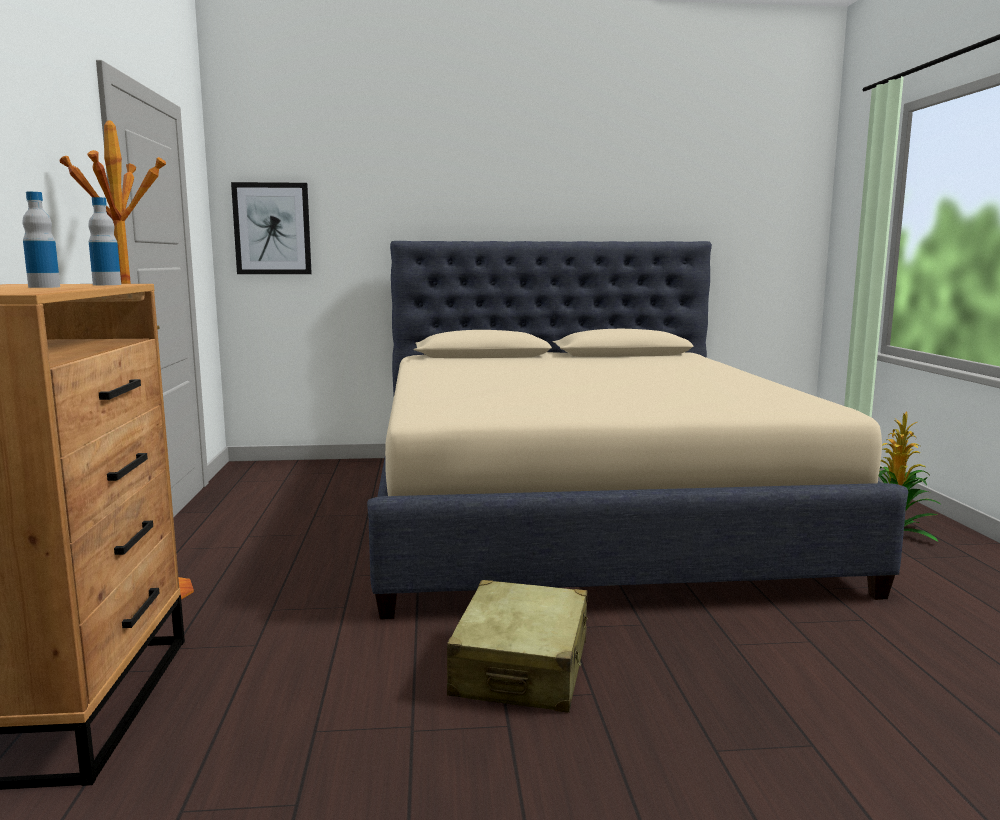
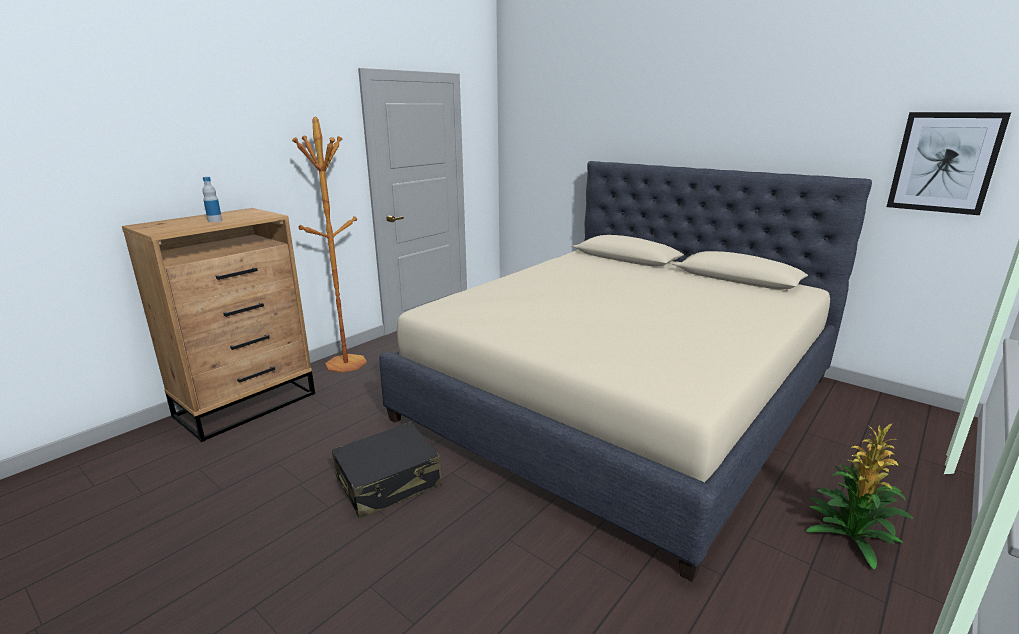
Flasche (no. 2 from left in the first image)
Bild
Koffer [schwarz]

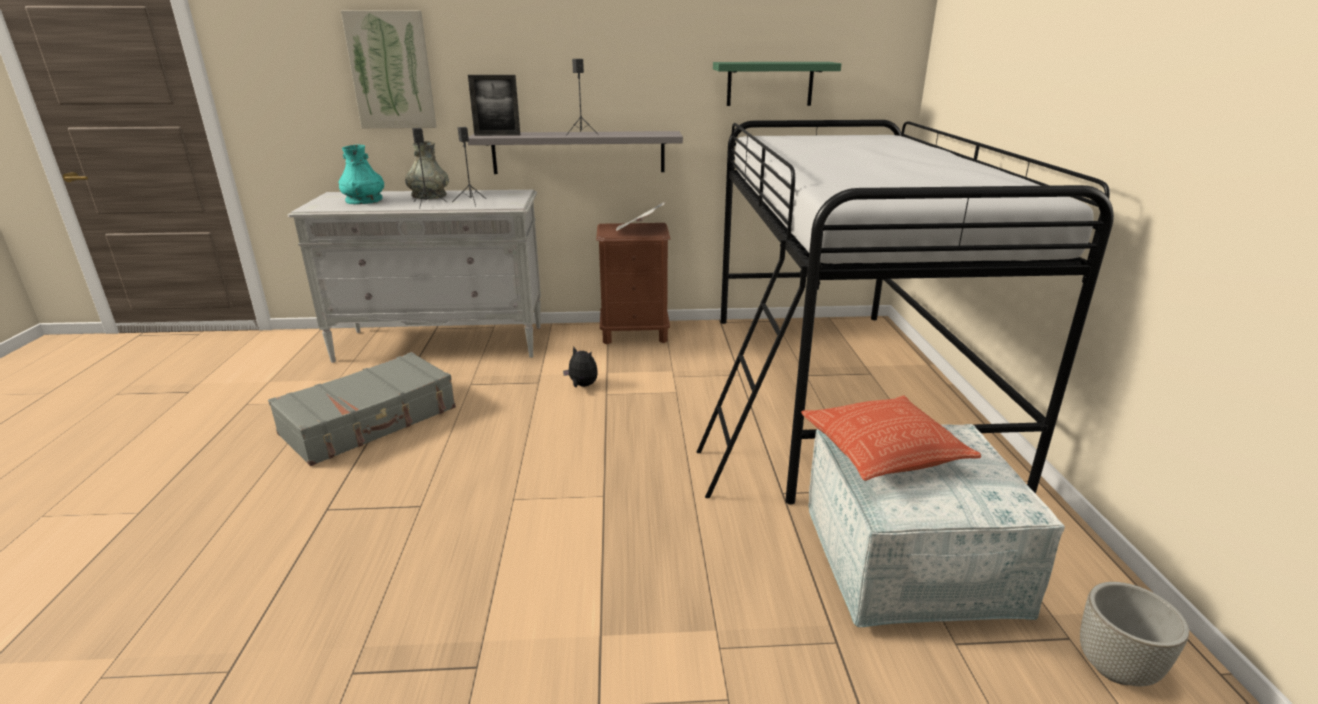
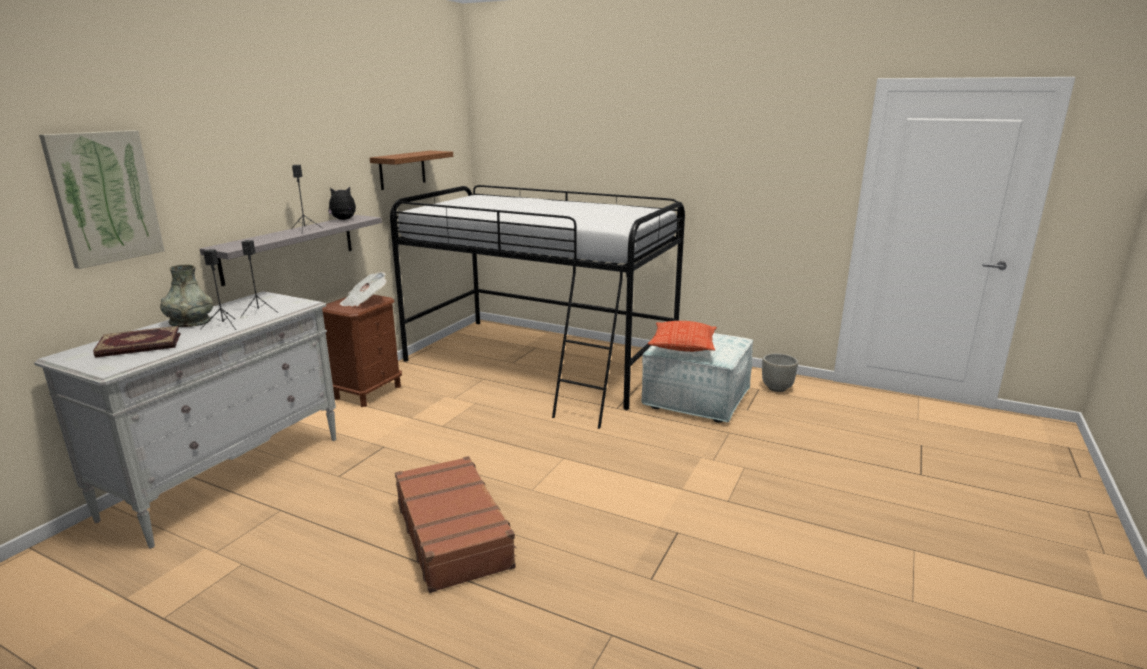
Koffer [grau]
Buch
Bilderrahmen
Plüschtier
Wandregal [braun]
Koffer [braun]

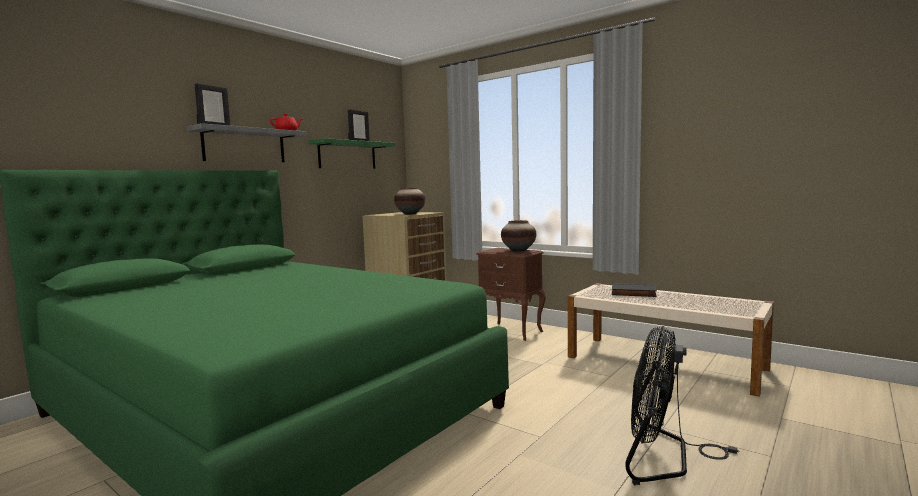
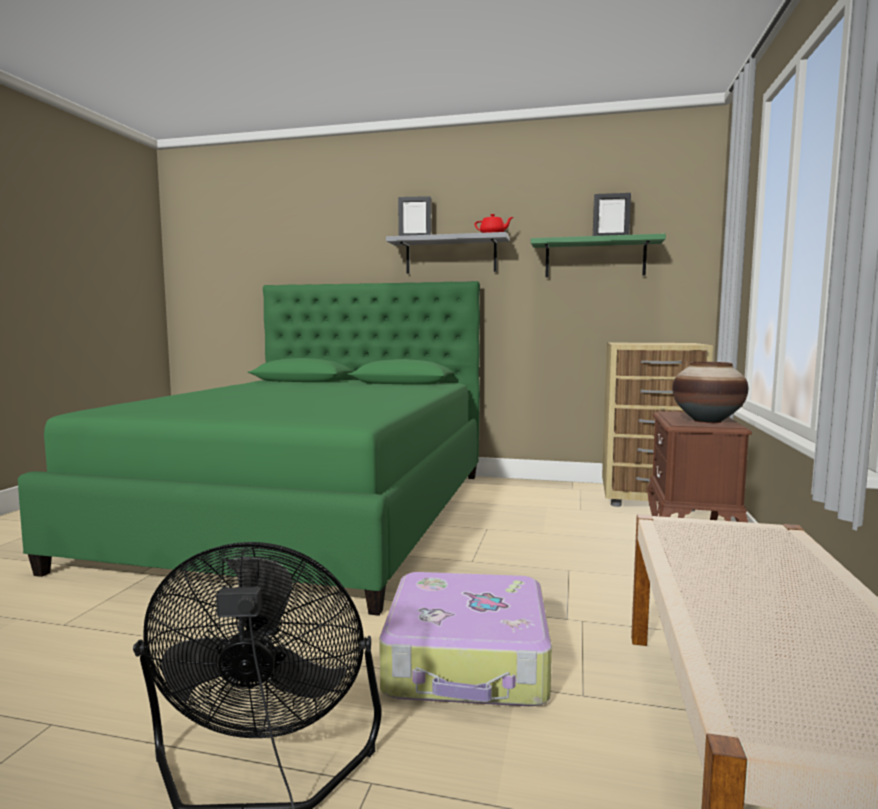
Vase (no. 1 from left in the first image)
Buch [schwarz]
Koffer

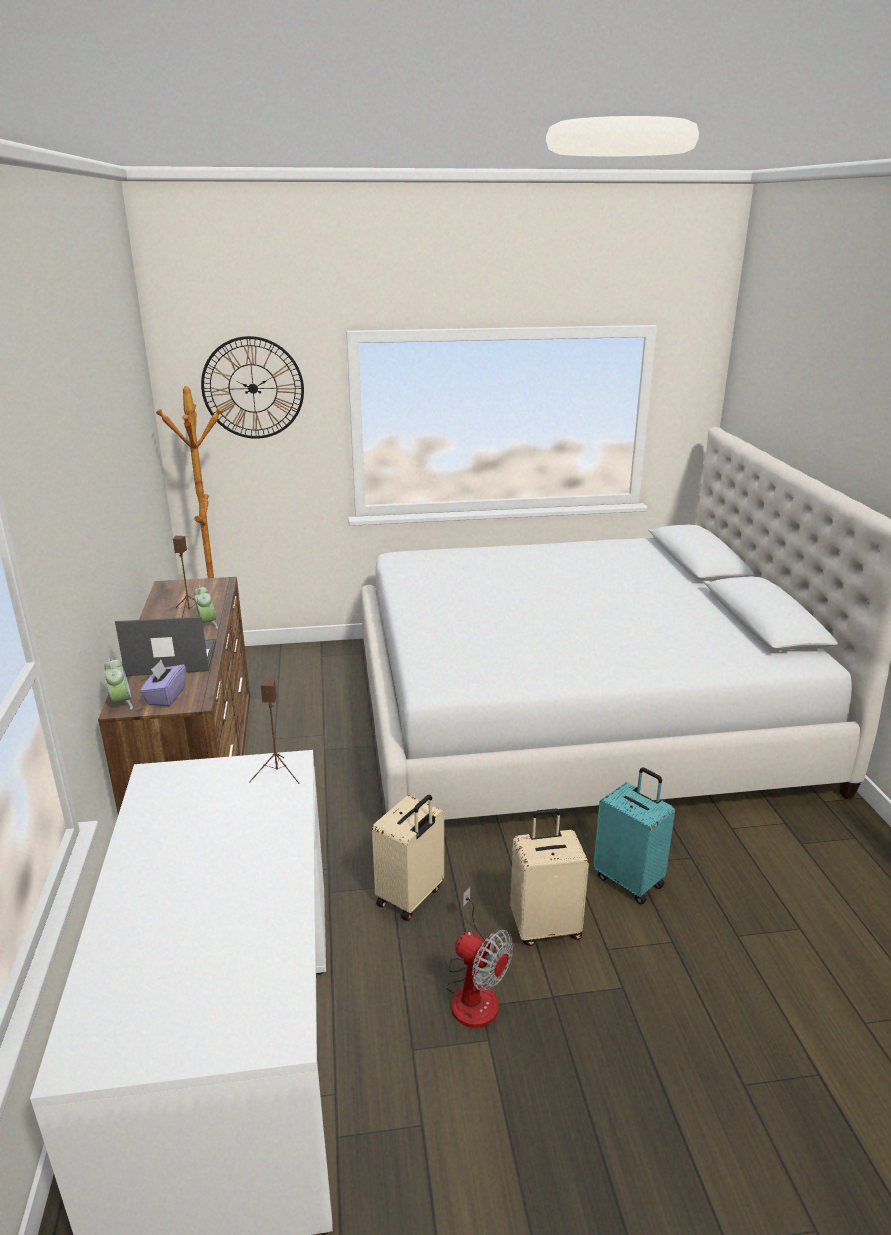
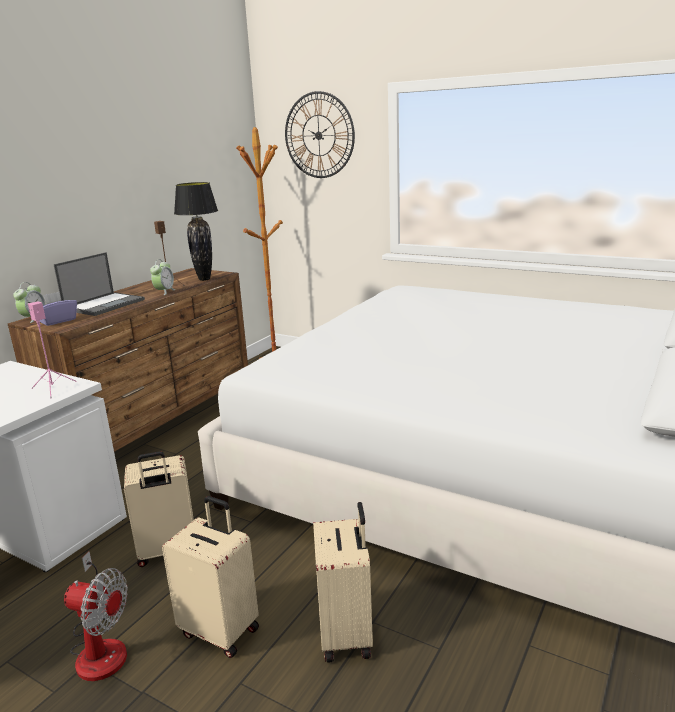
Laptop
Lautsprecher [rosa]
Ventilator
Koffer [beige] (no. 3 from left)
Tischlampe [schwarz]

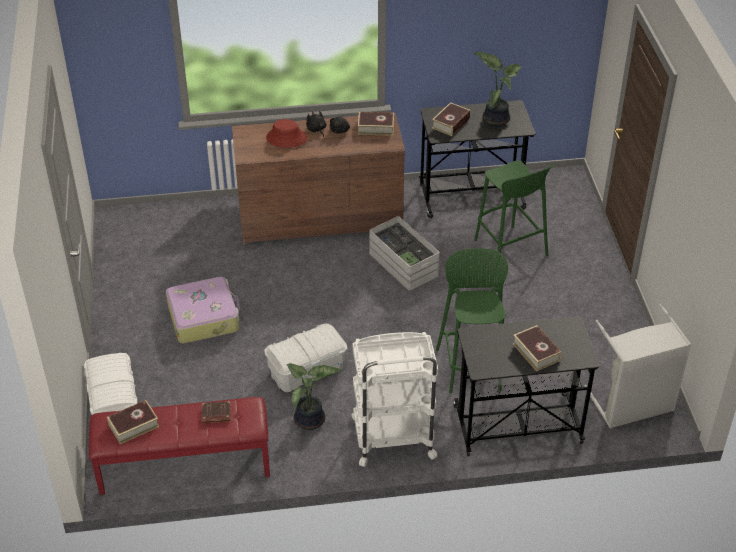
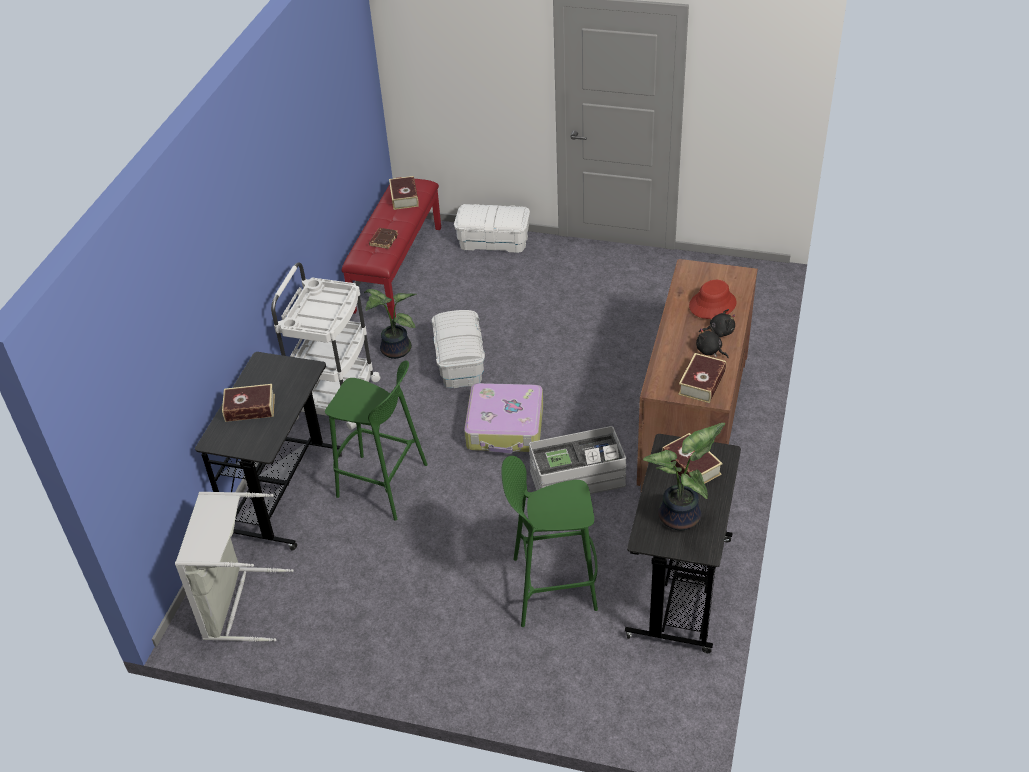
Koffer

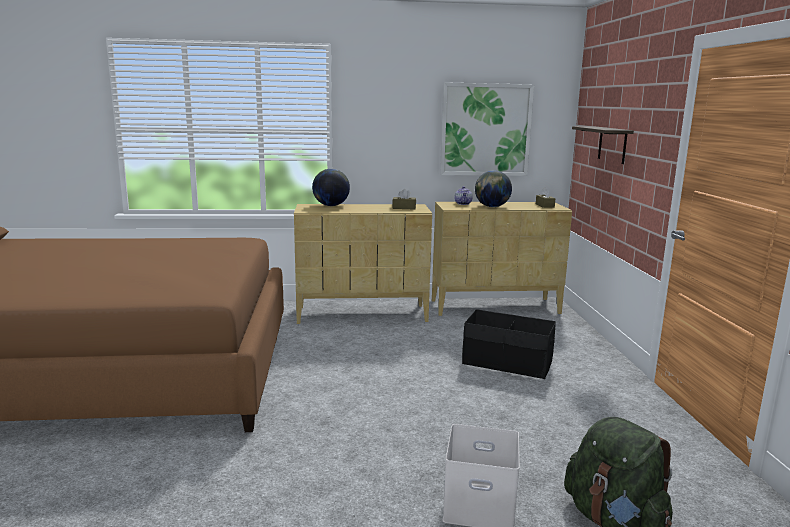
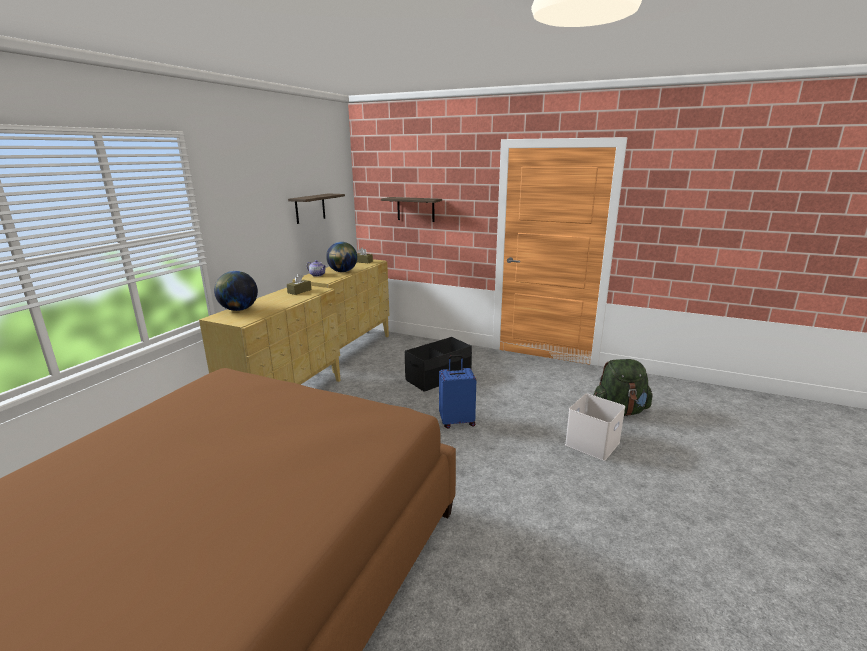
Wandregal (no. 1 from left)
Koffer [blau]

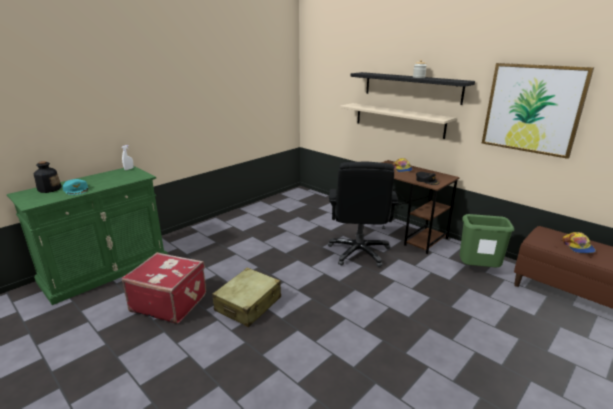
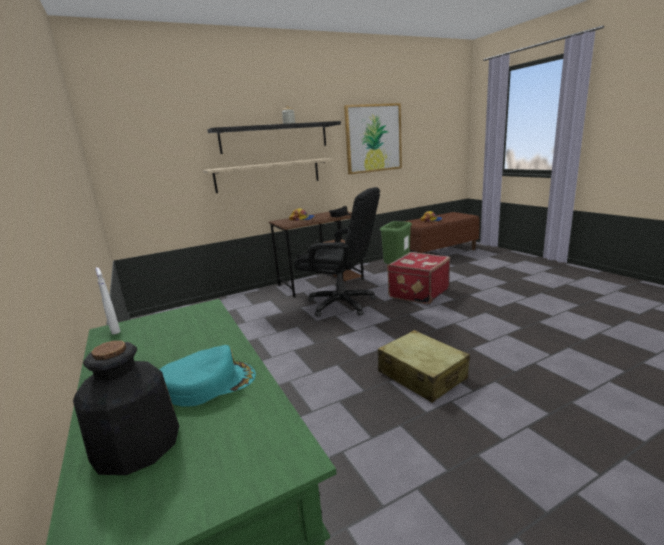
Koffer [rot]

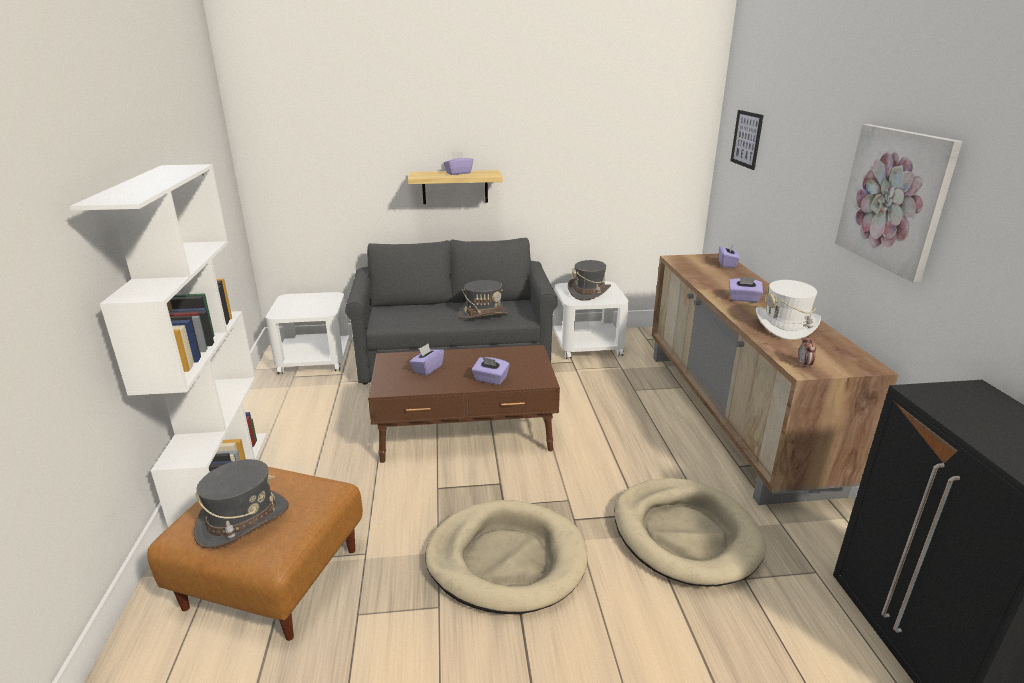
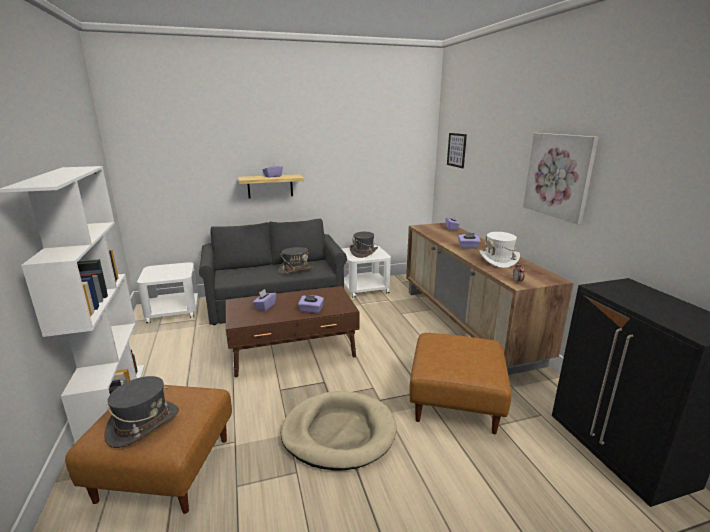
Polsterhocker [braun] (no. 2 from left)

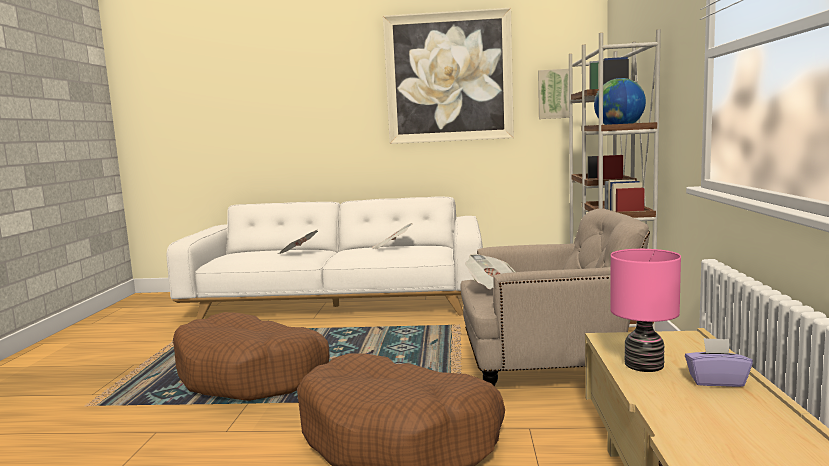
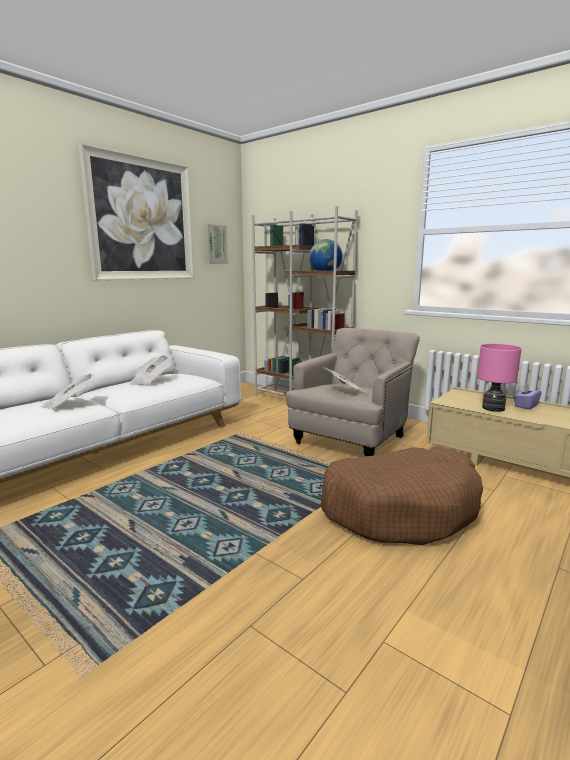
Hundebett [braun] (no. 1 from left in the first image)

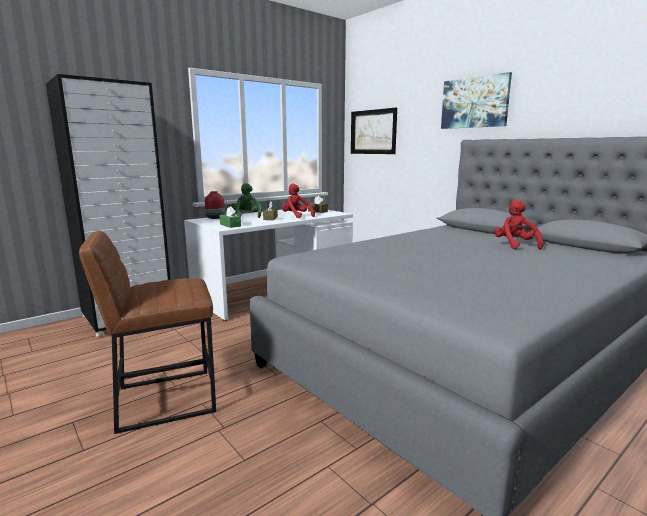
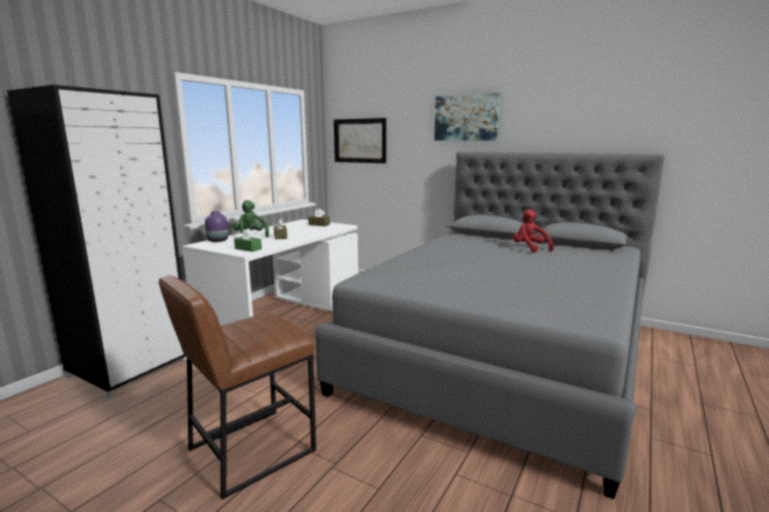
Vase [lila]
Plüschtier [rot] (no. 1 from left in the first image)

